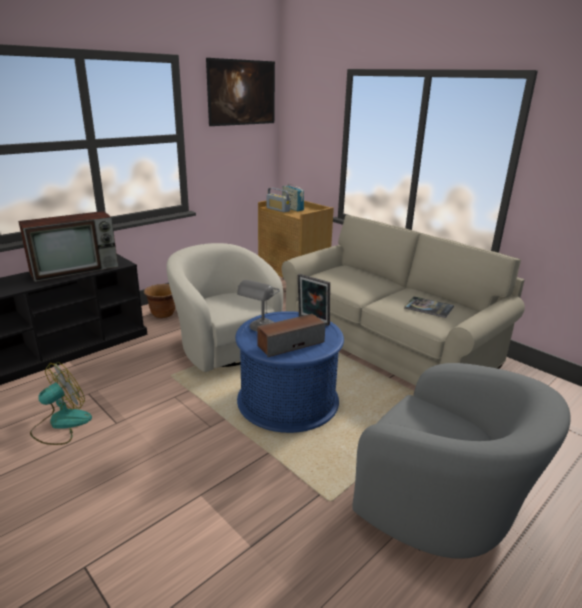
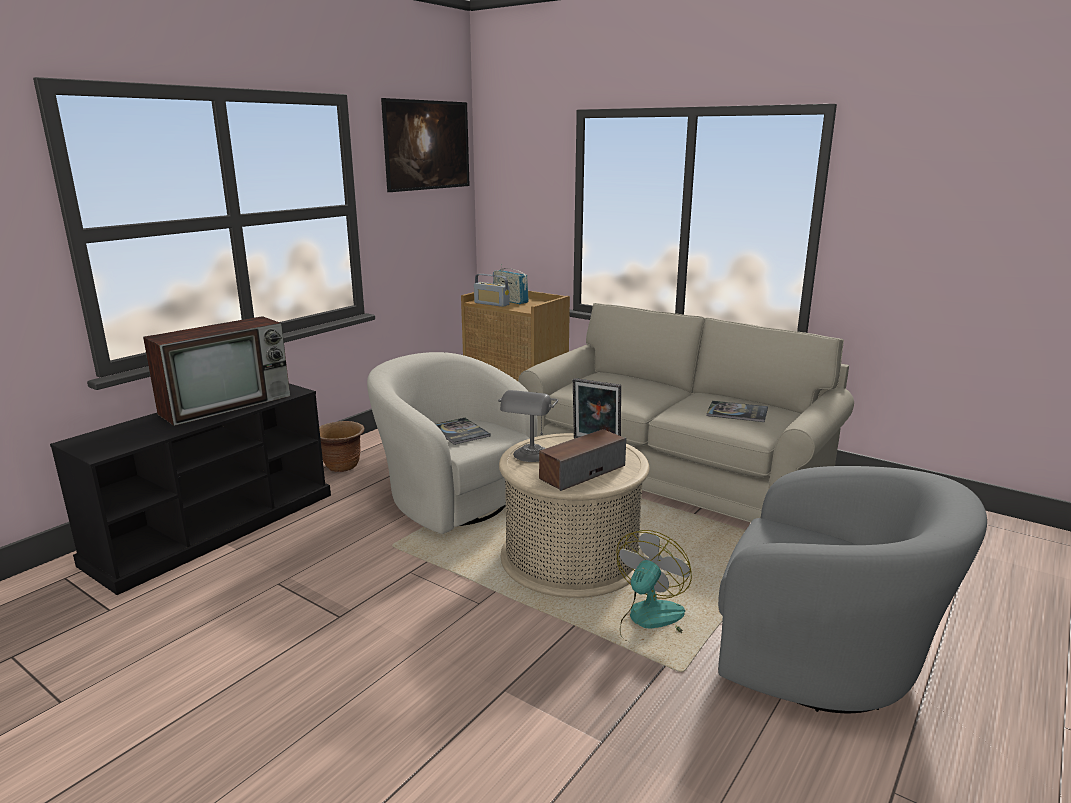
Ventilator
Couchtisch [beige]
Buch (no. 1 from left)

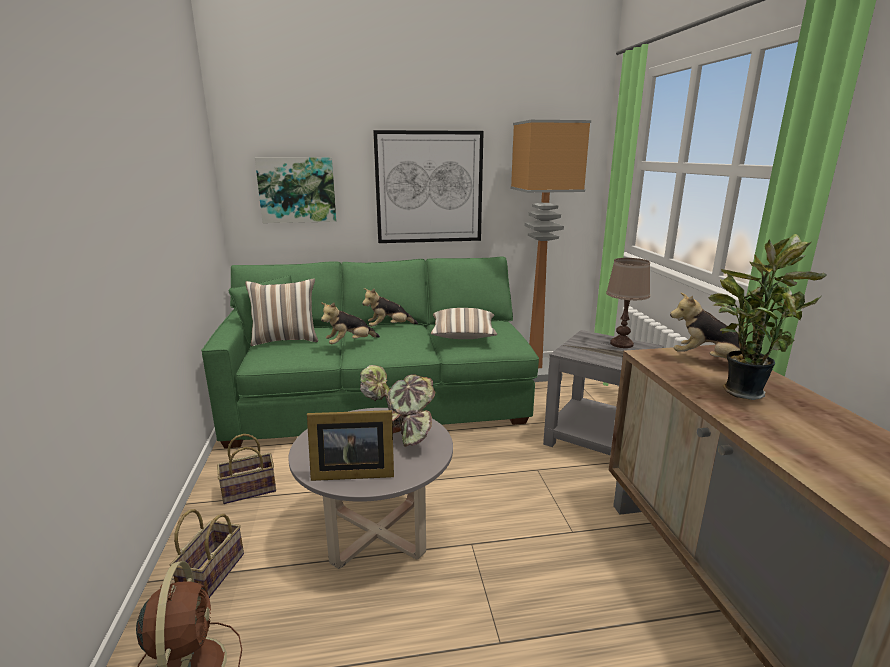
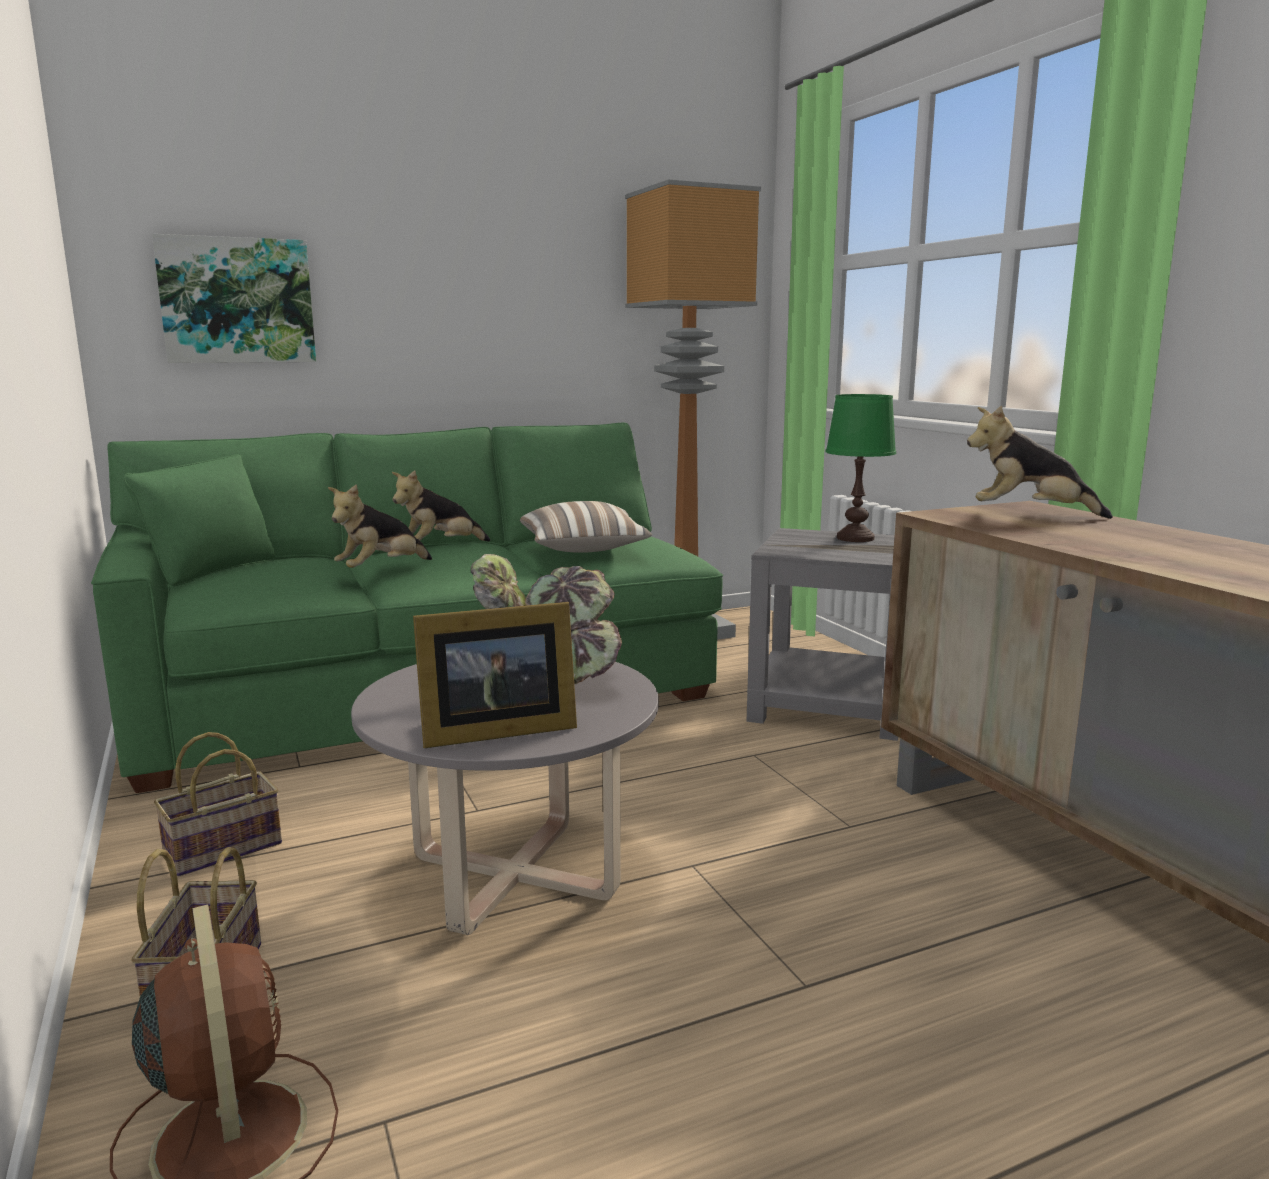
Kissen (no. 1 from left in the first image)
Bild (no. 2 from left in the first image)
Tischlampe [grün]
Topfpflanze (no. 2 from left in the first image)

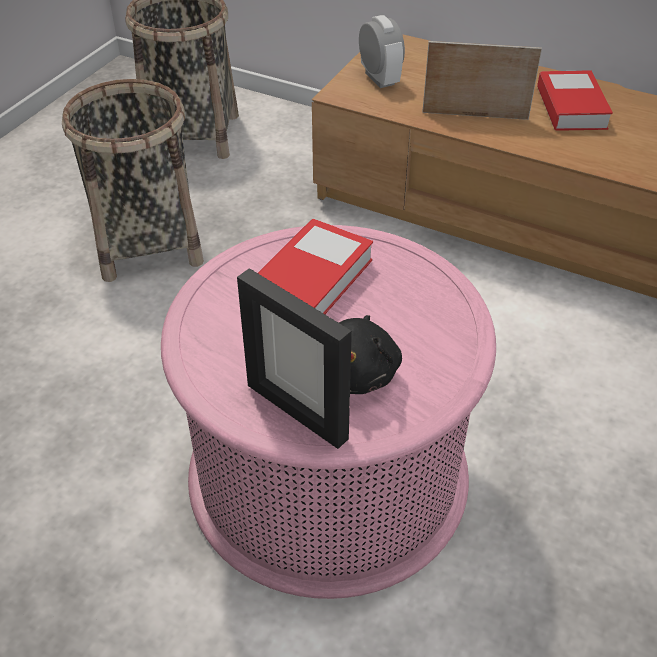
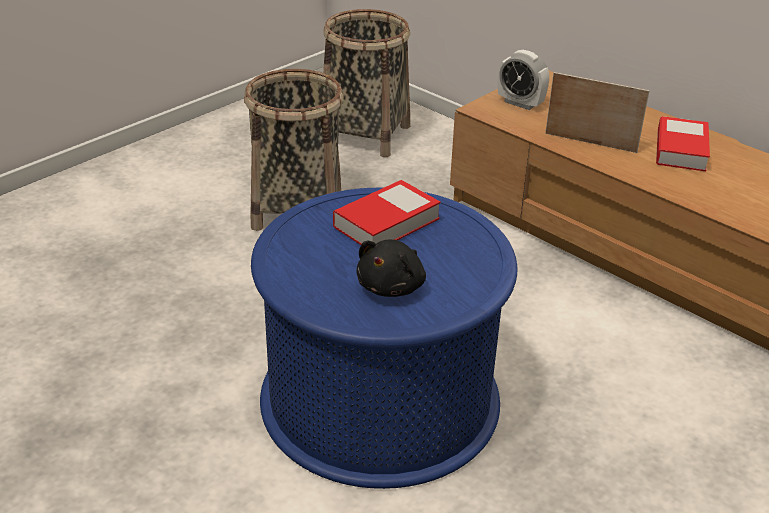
Couchtisch [blau]
Bilderrahmen (no. 1 from left in the first image)
Wecker

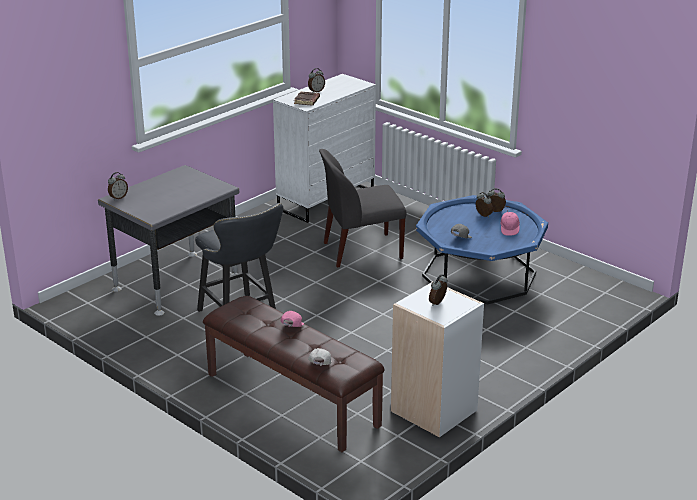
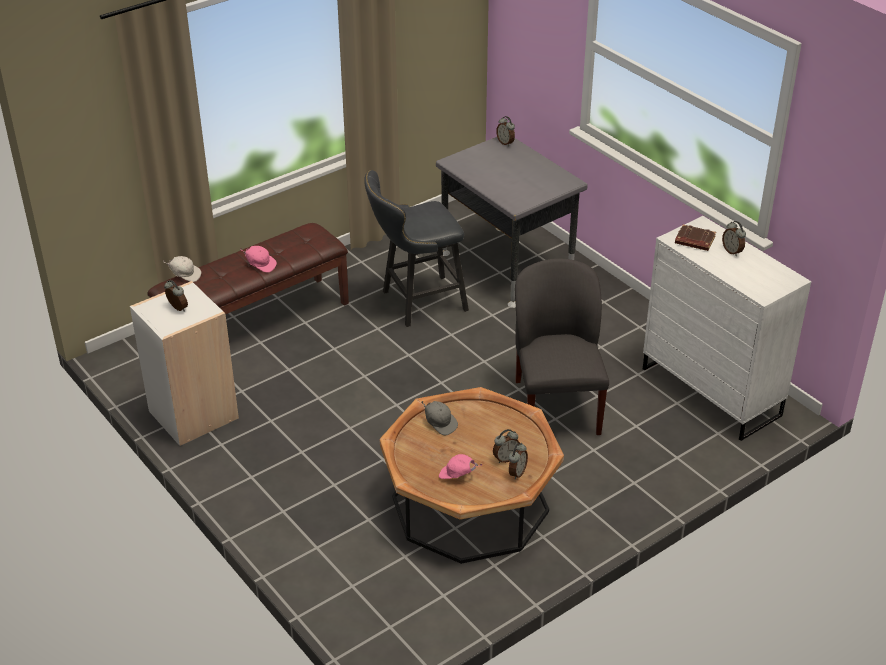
Couchtisch [braun]

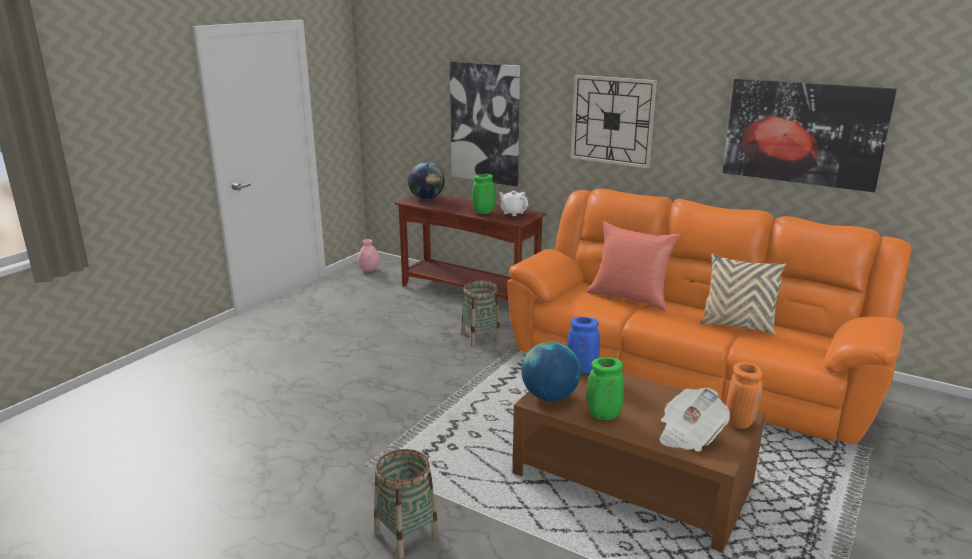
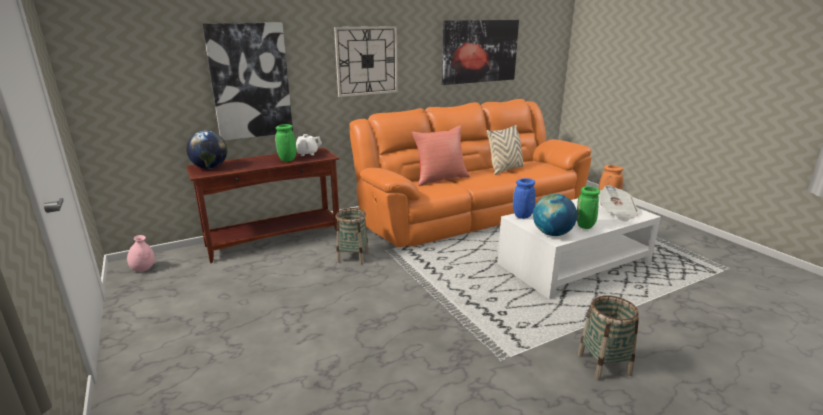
Couchtisch [weiß]

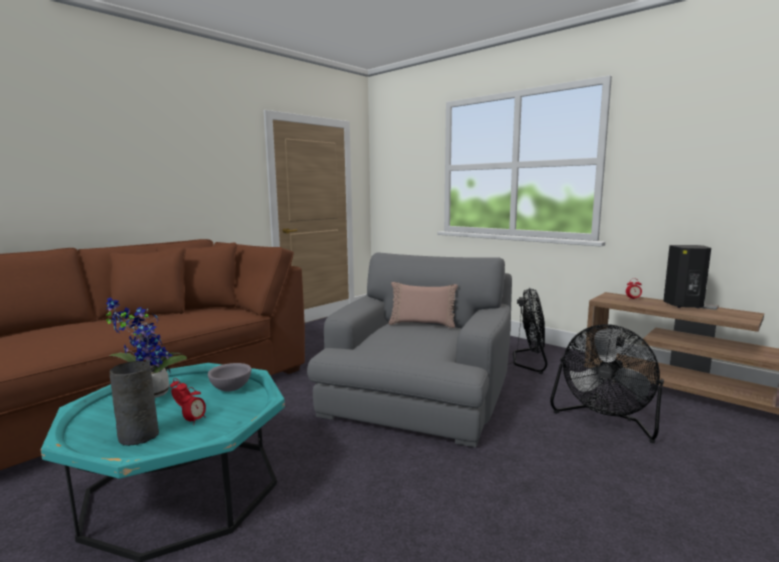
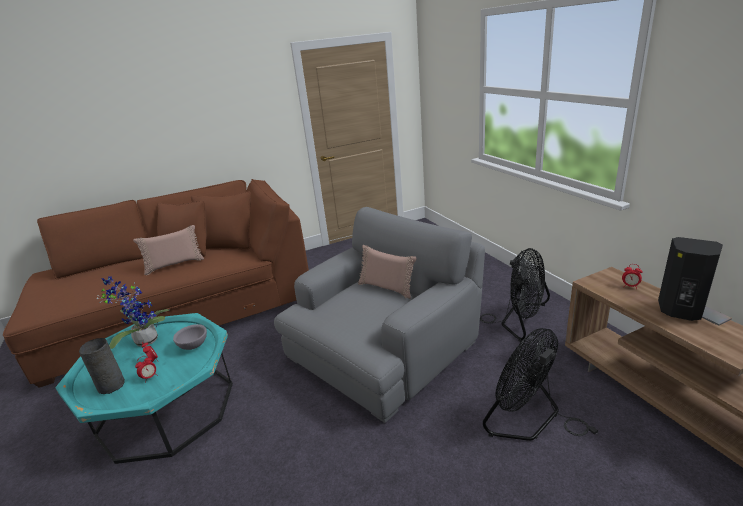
Ventilator [schwarz] (no. 2 from left)
Kissen [beige] (no. 1 from left)

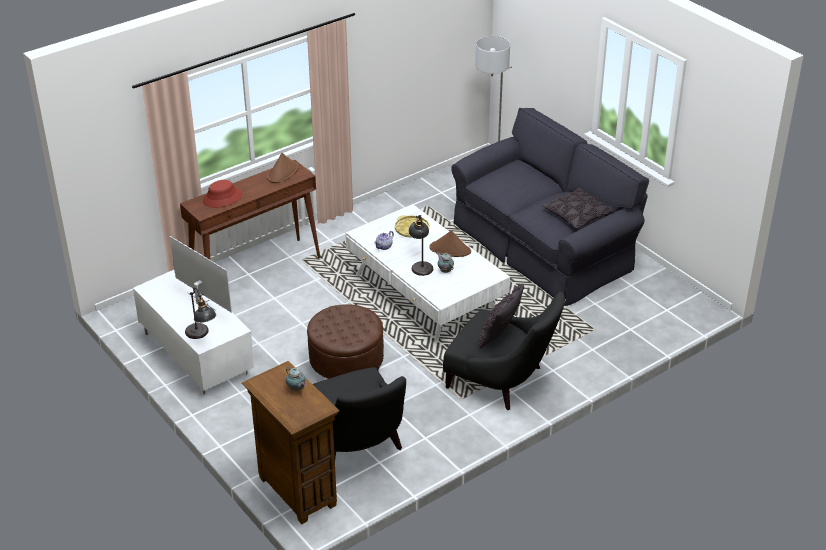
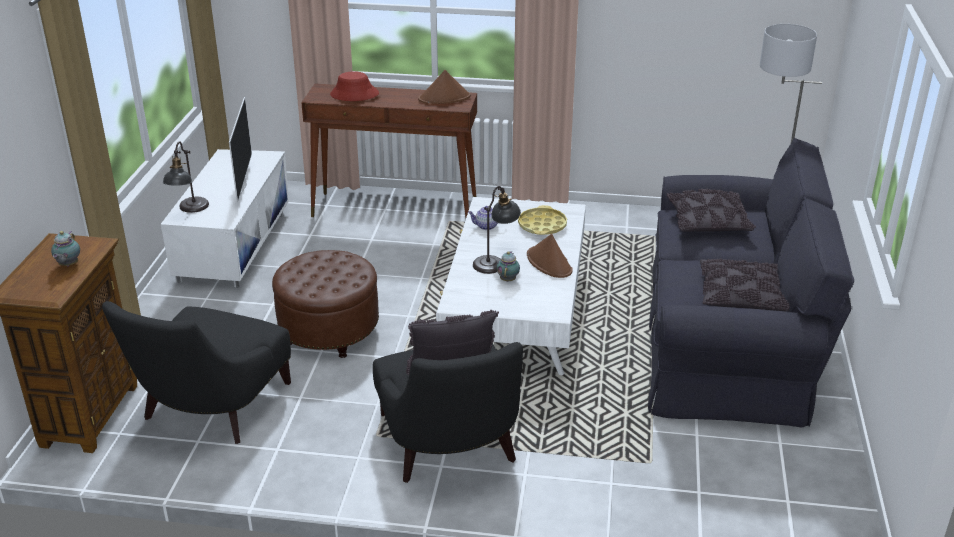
Kissen [schwarz] (no. 2 from left)

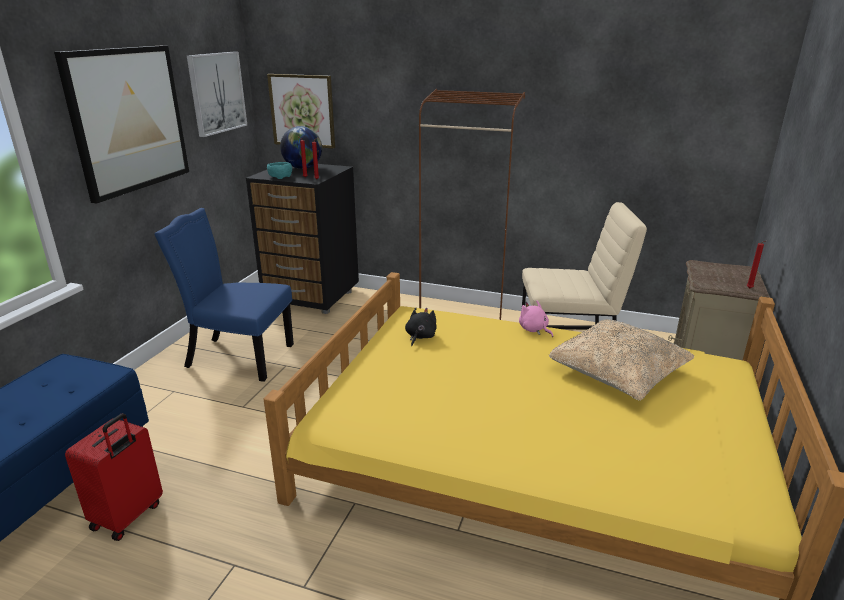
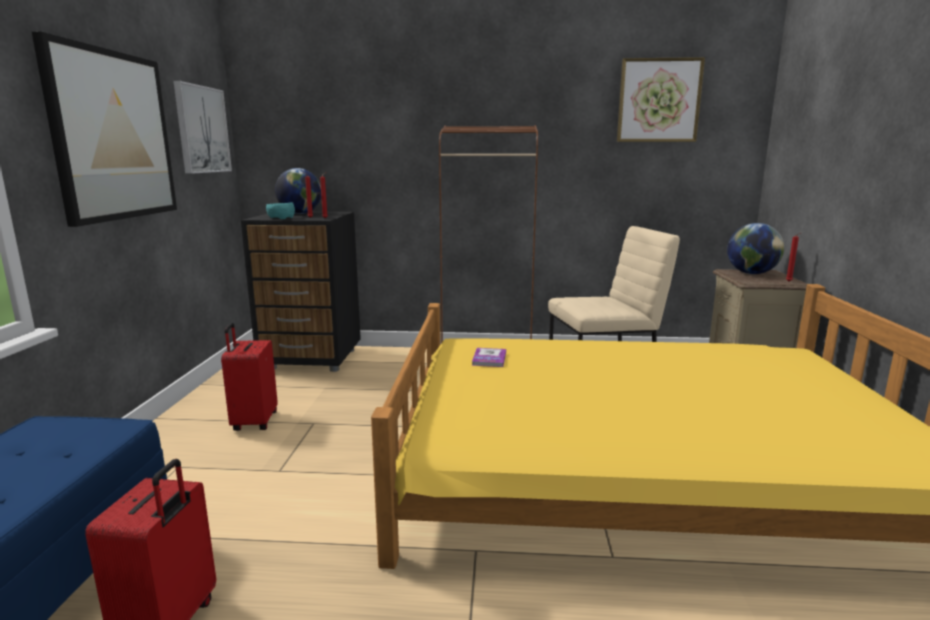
Koffer [rot] (no. 2 from left)
Bild (no. 3 from left)
Buch
Plüschtier [rosa]
Kissen [beige]
Globus (no. 2 from left)

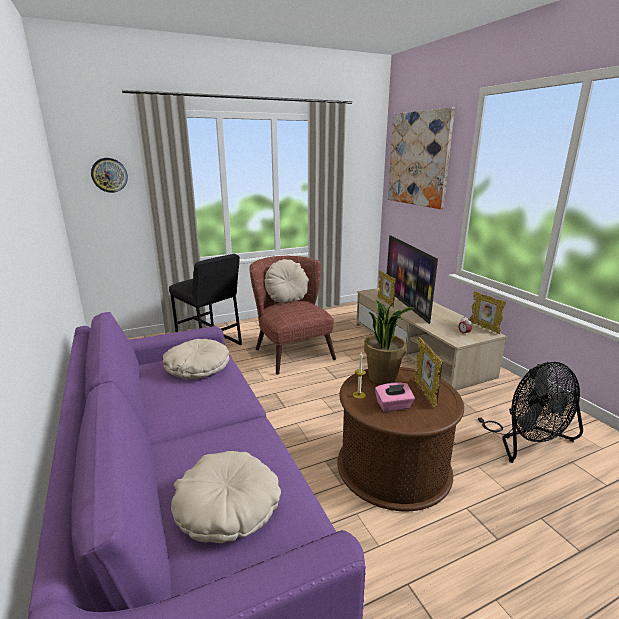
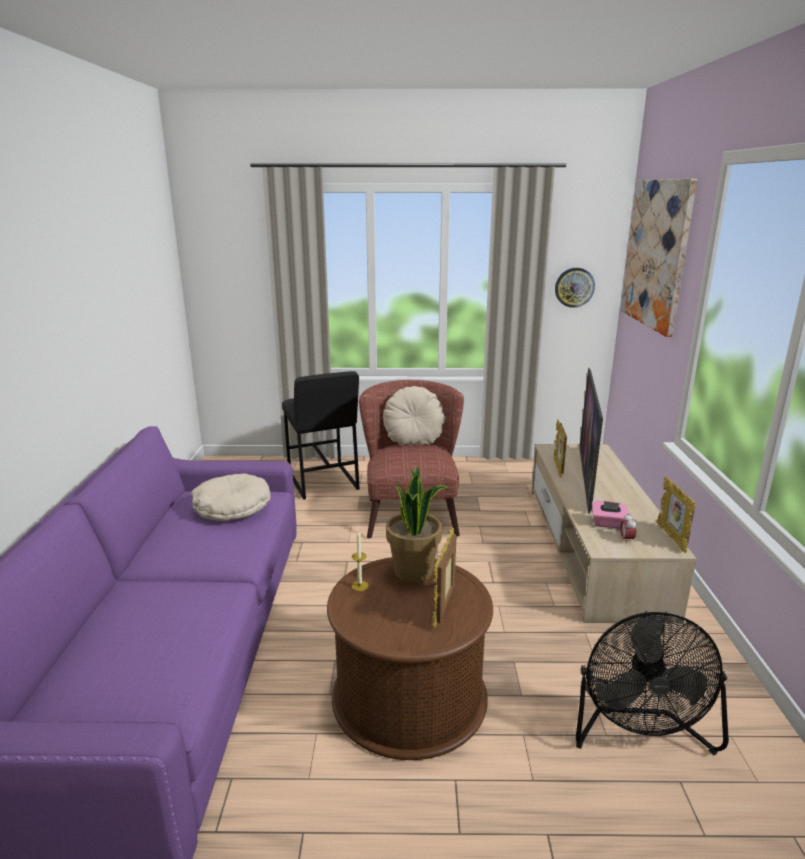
Wanduhr
Kissen [beige] (no. 2 from left in the first image)
Taschentuchbox [rosa]

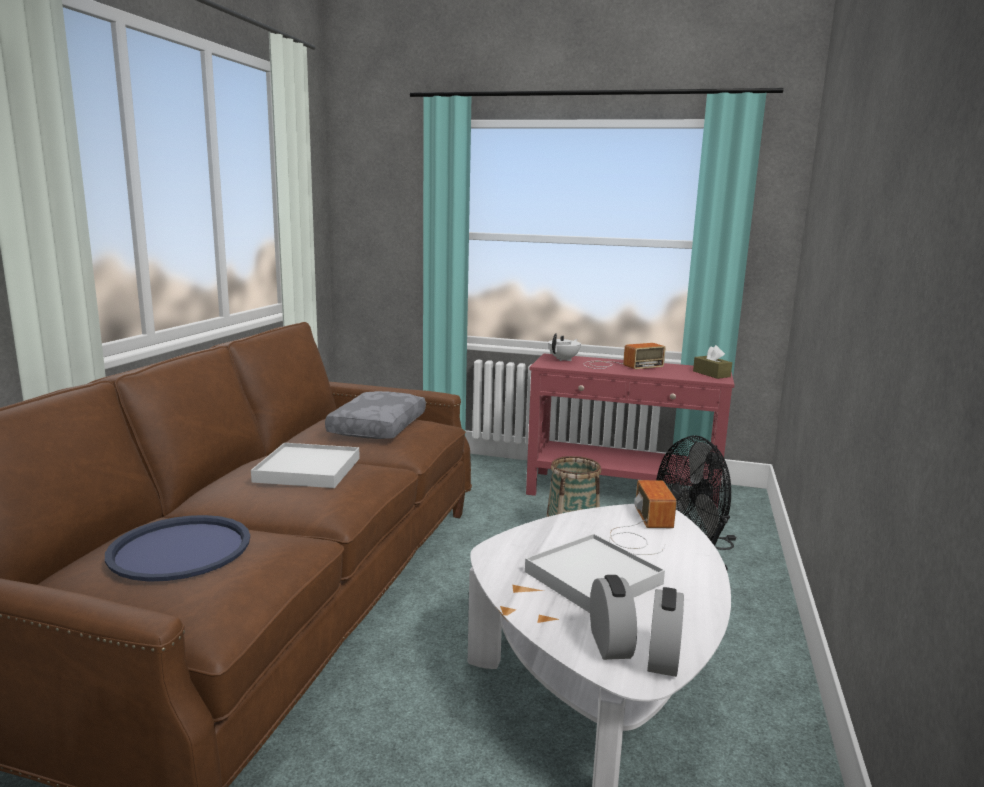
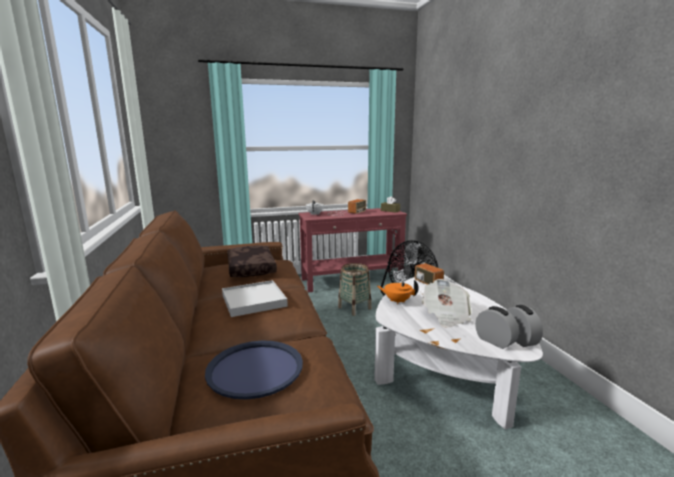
Kissen [braun]
Zeitung
Teekanne [orange]

